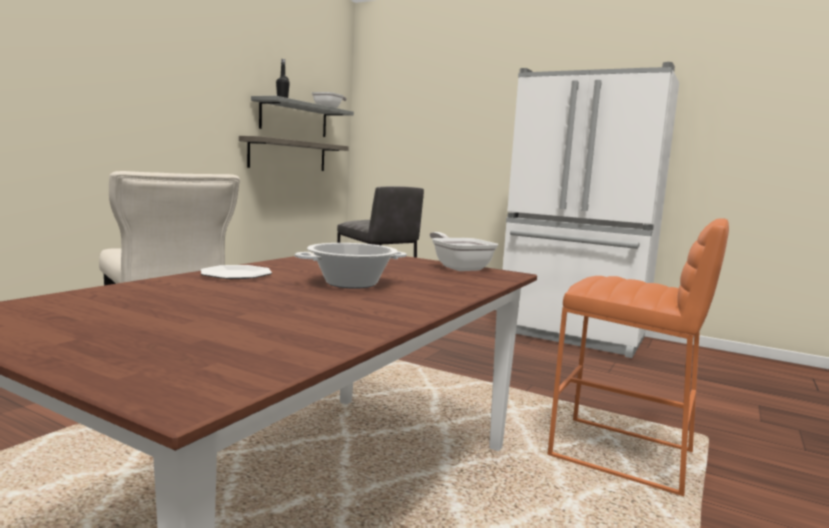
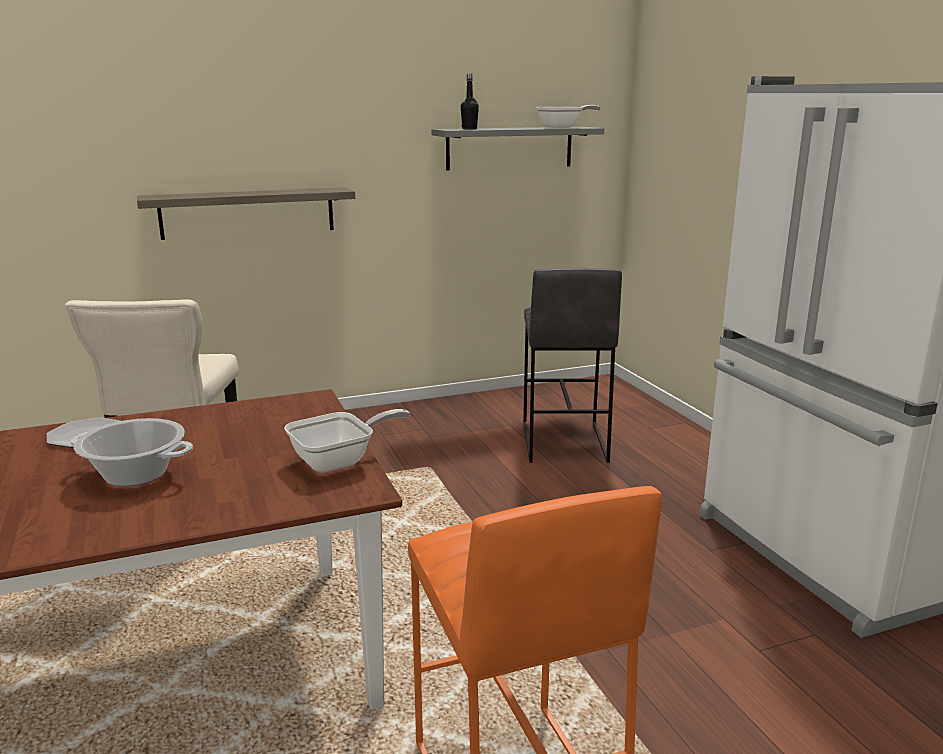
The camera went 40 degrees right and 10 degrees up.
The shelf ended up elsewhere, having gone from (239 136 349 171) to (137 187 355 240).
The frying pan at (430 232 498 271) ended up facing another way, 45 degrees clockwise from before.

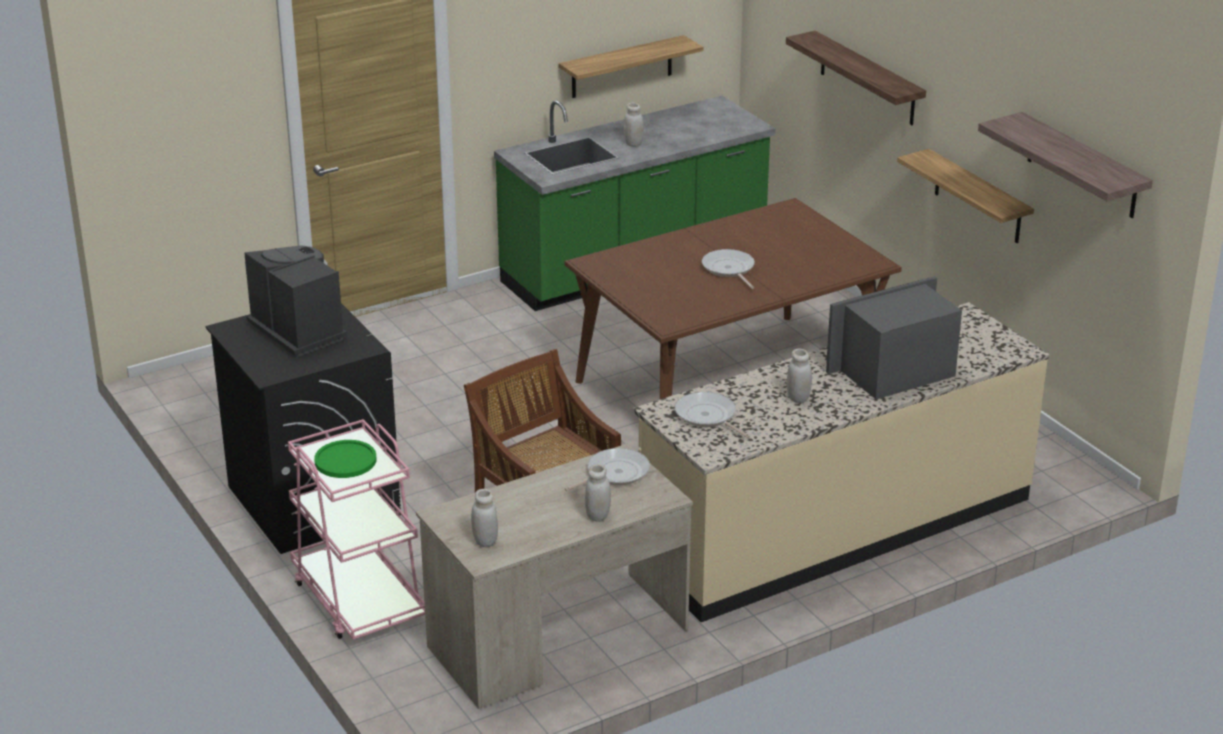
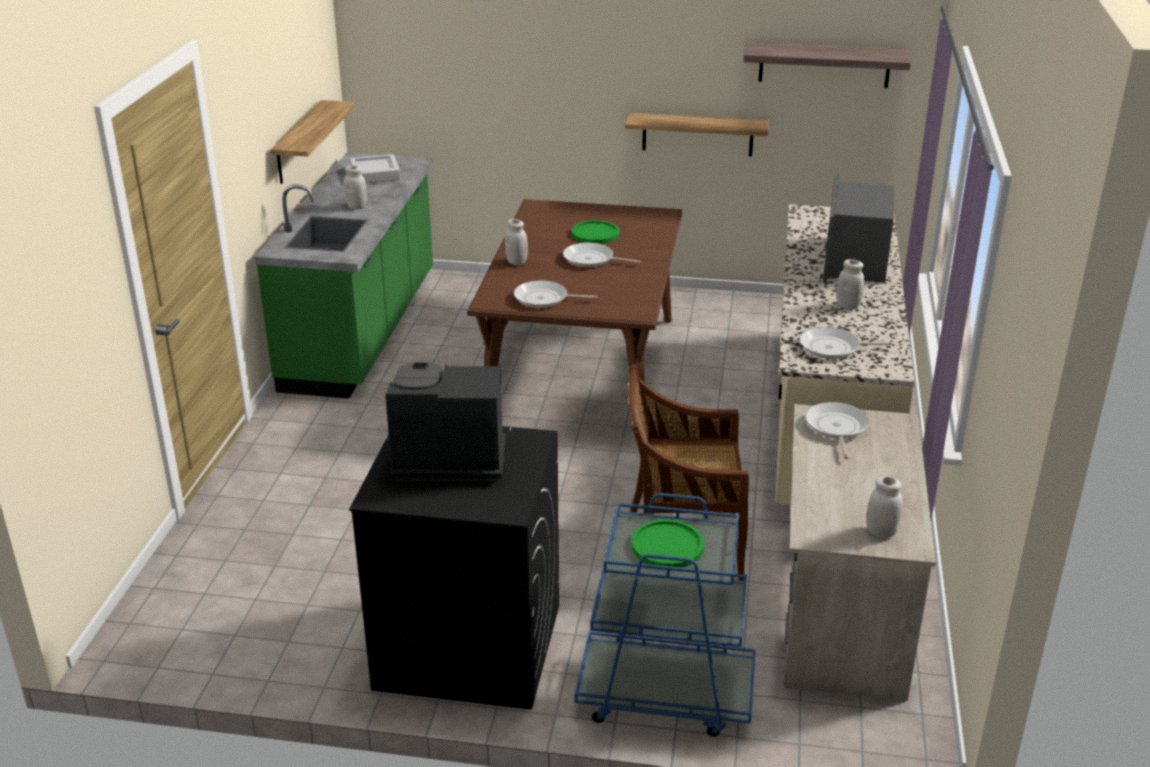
The camera went 50 degrees left and 0 degrees up.
The second view gained the tray/grey at (350 154 401 183).
The jar/white ended up elsewhere, having gone from (585 464 611 522) to (505 219 528 265).
The second view gained the frying pan at (514 280 597 308).
The second view gained the plate/green at (572 220 619 244).
What was the cart/pink at (288 419 425 640) turned into the cart/blue at (575 493 756 736).
The second view lost the shelf at (786 31 926 125).

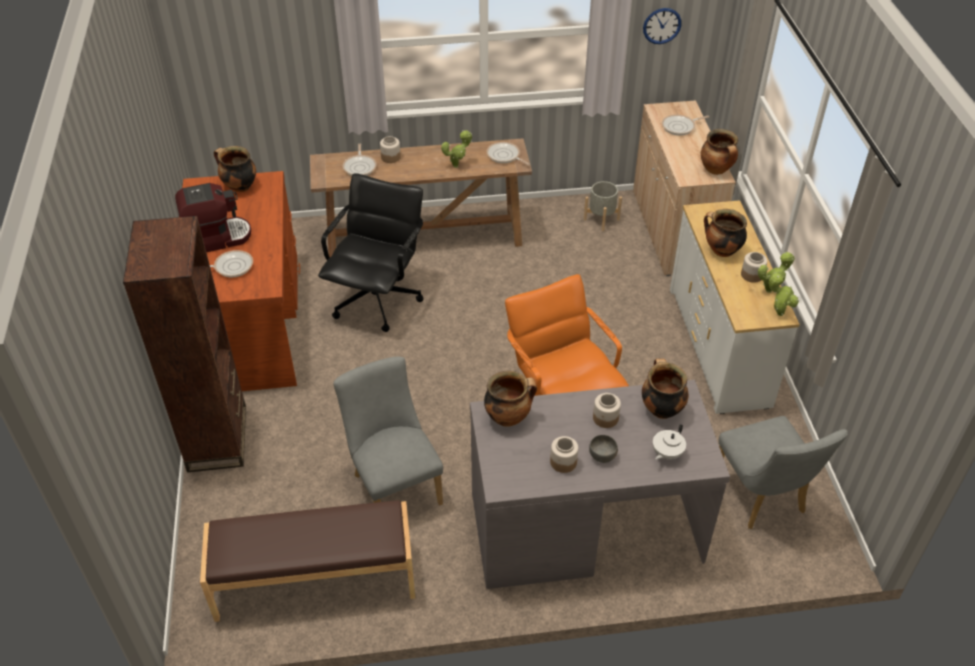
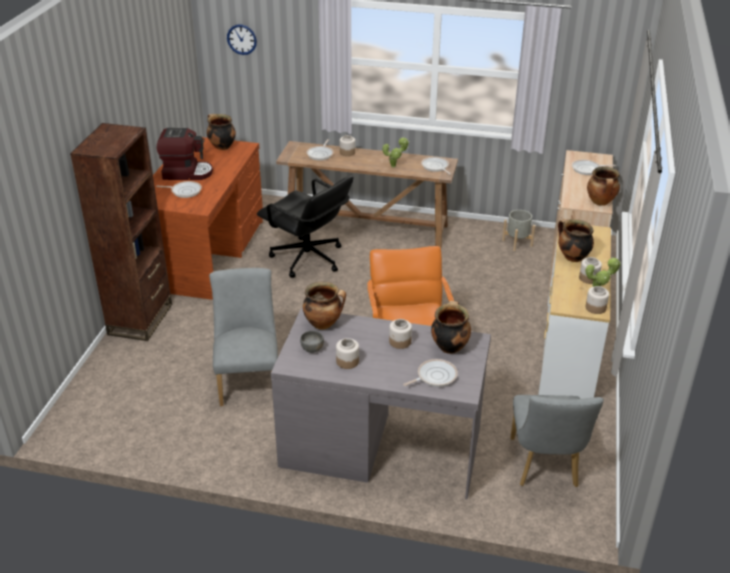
The camera went 20 degrees right and 10 degrees down.
The wall clock ended up elsewhere, having gone from (643 8 682 44) to (227 24 257 55).
The office chair/black at (318 173 424 332) ended up facing another way, 90 degrees clockwise from before.
The bowl/grey ended up elsewhere, having gone from (589 435 618 463) to (300 331 324 353).
Where the teapot/white stood at (653 424 686 460), the frying pan came to stand at (403 359 458 387).
Where the potted plant stood at (768 272 799 316), the jar came to stand at (585 286 609 314).
The second view lost the bench/brown at (200 500 415 622).

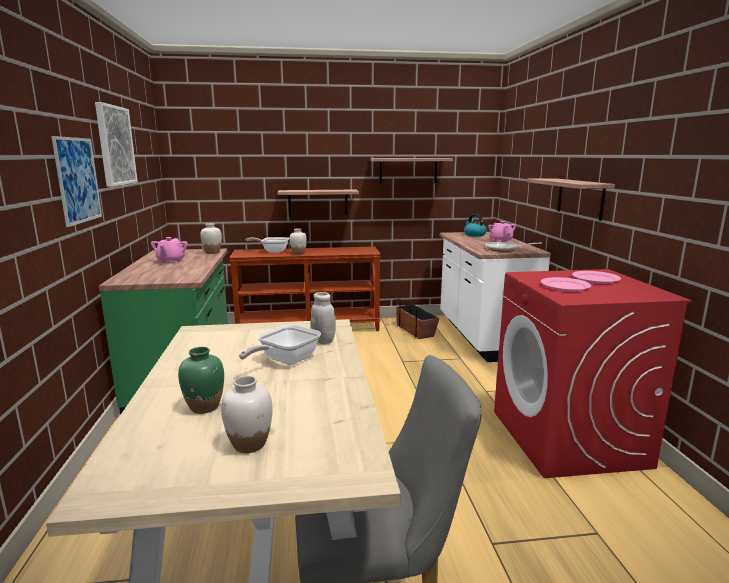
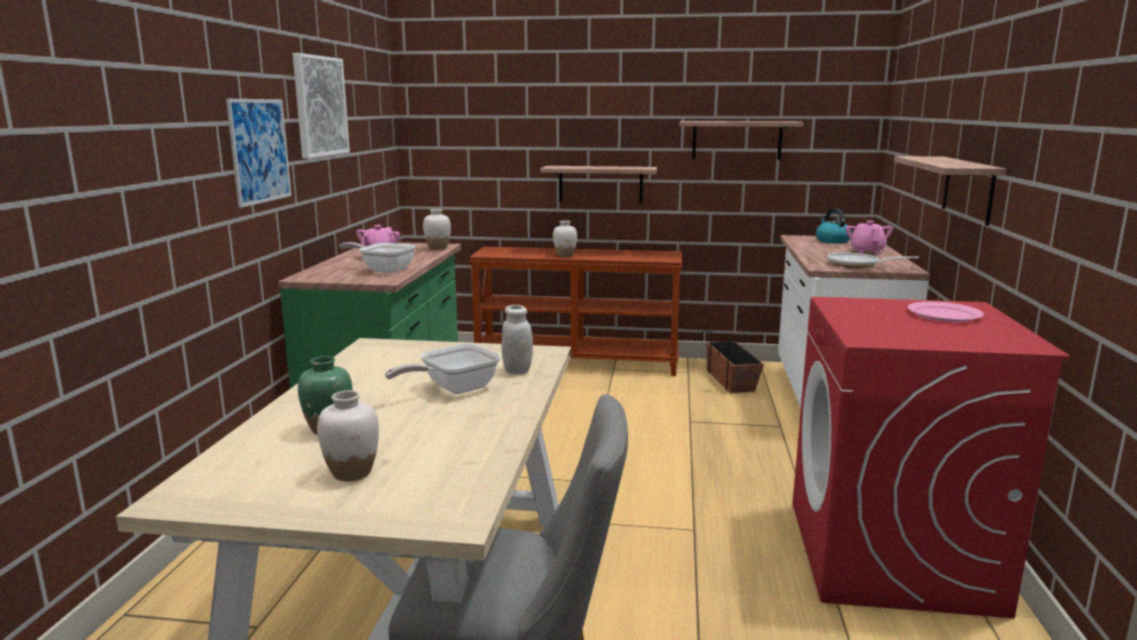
The camera went 15 degrees right and 0 degrees up.
The frying pan ended up elsewhere, having gone from (246 237 289 253) to (339 242 416 273).
The second view lost the plate/pink at (541 277 591 291).

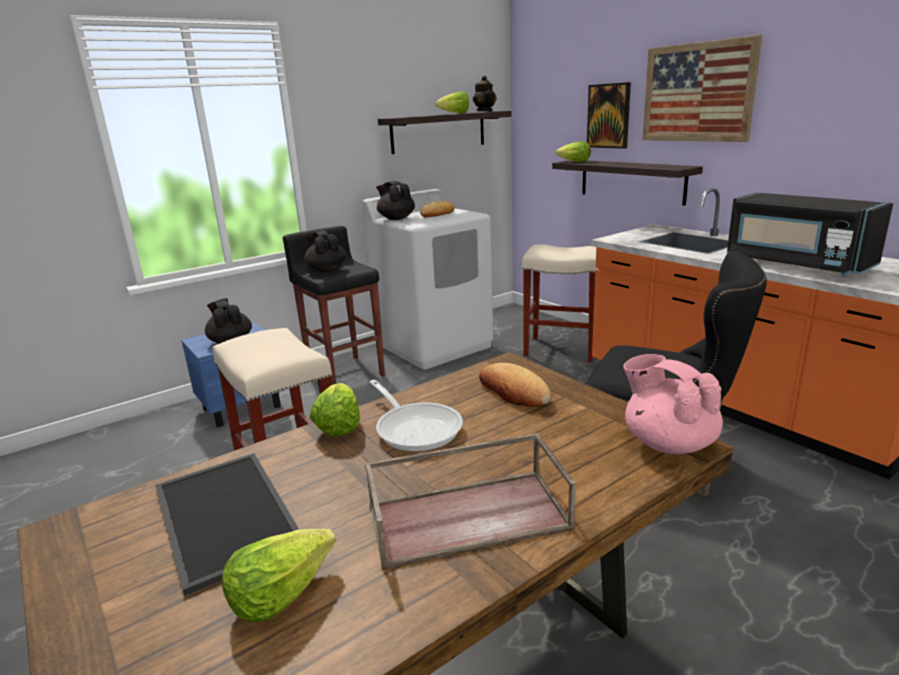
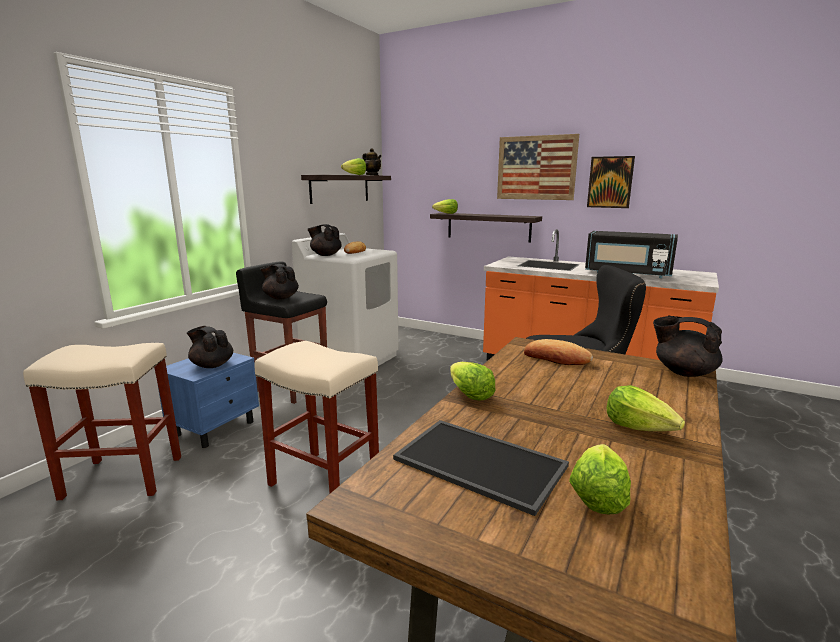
The camera went 25 degrees left and 5 degrees down.
The stool/beige ended up elsewhere, having gone from (522 245 598 362) to (23 343 181 500).
The picture ended up elsewhere, having gone from (587 82 631 149) to (587 156 635 208).
Where the tray/brown stood at (365 433 576 570), the lettuce came to stand at (606 385 685 431).
What was the teapot/pink at (623 354 723 454) turned into the teapot/black at (653 316 723 377).
The second view lost the frying pan at (370 380 463 452).

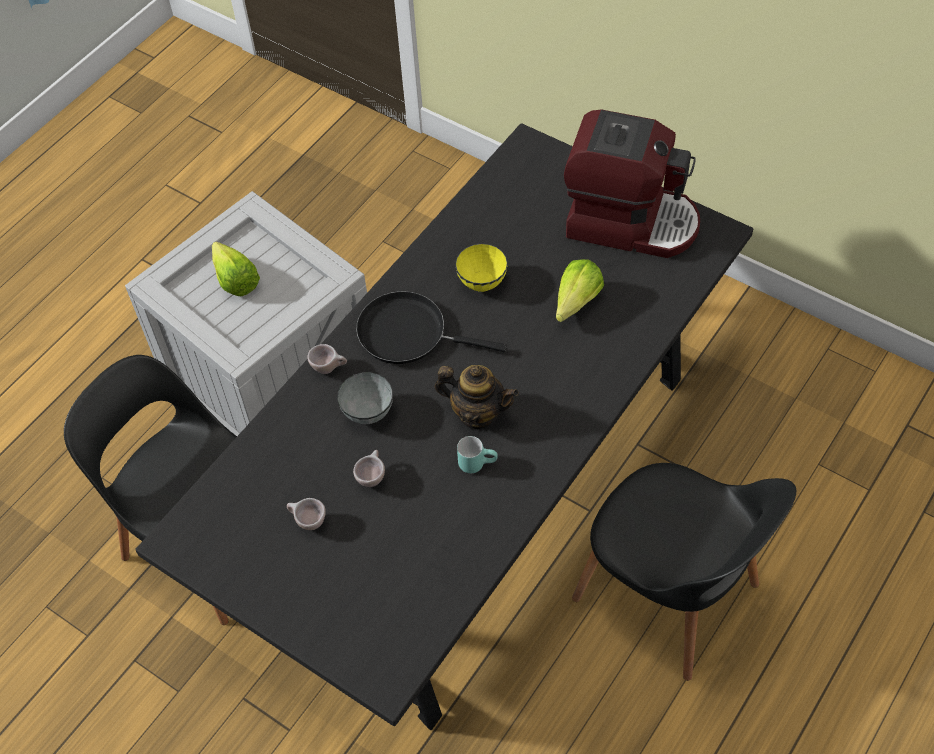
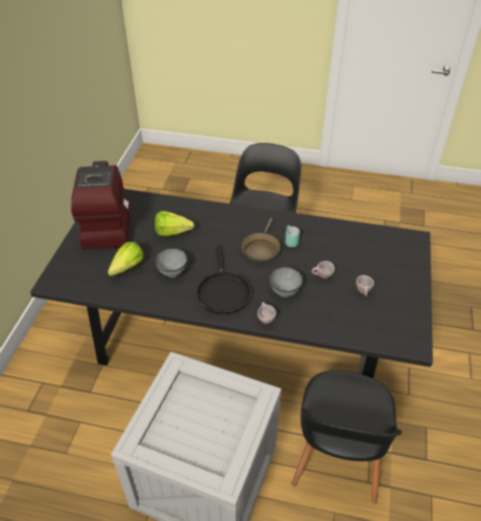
The camera went 115 degrees left and 10 degrees down.
The lettuce ended up elsewhere, having gone from (212 242 260 296) to (108 242 144 276).
What was the bowl/yellow at (455 243 508 292) turned into the bowl/grey at (155 248 187 277).
Where the teapot stood at (435 365 519 429), the frying pan/brown came to stand at (241 218 281 262).

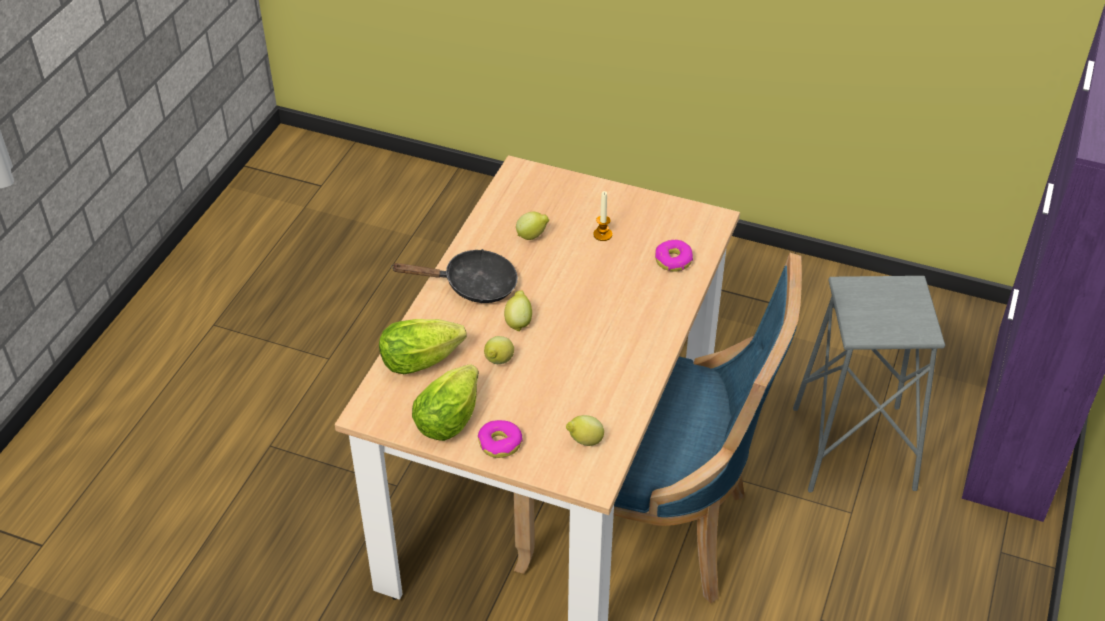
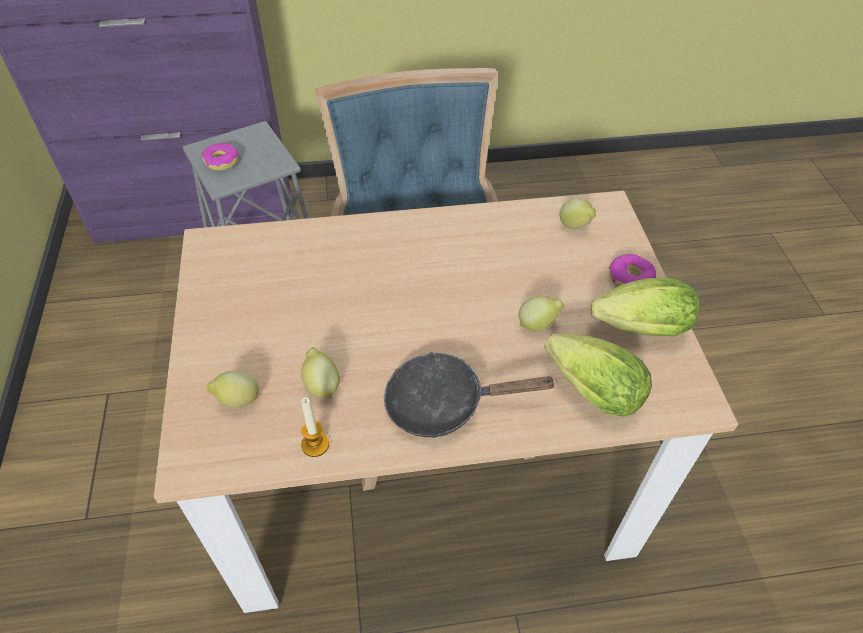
The camera went 120 degrees left and 5 degrees up.
The donut ended up elsewhere, having gone from (655 240 693 271) to (202 143 239 171).
The lemon ended up elsewhere, having gone from (504 290 532 332) to (206 370 259 408).
The candle ended up elsewhere, having gone from (593 191 612 241) to (301 397 329 457).
The frying pan/black at (391 249 518 303) ended up facing another way, 60 degrees counterclockwise from before.

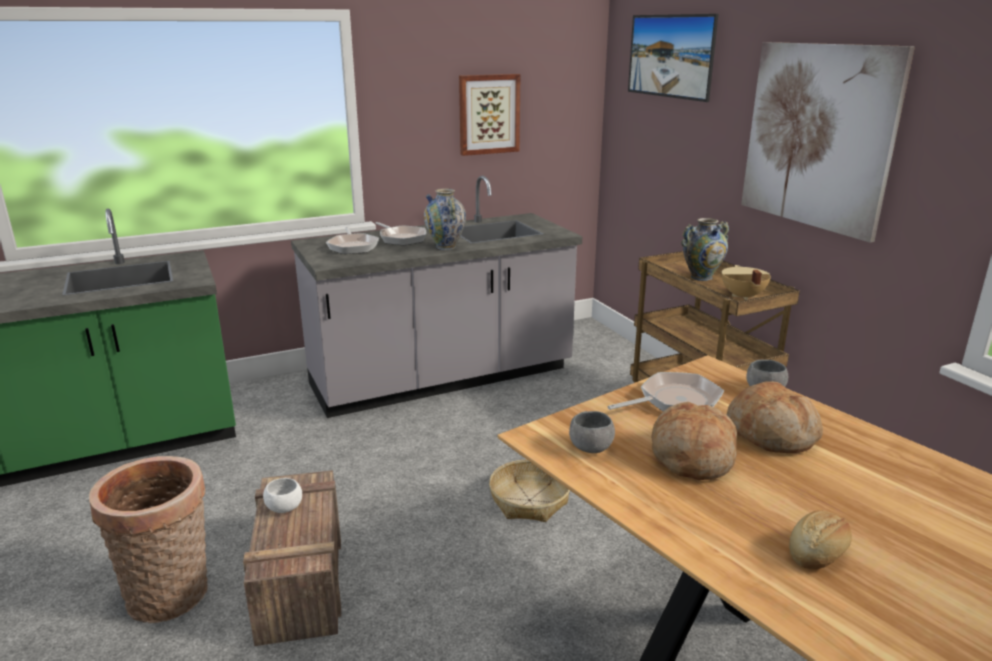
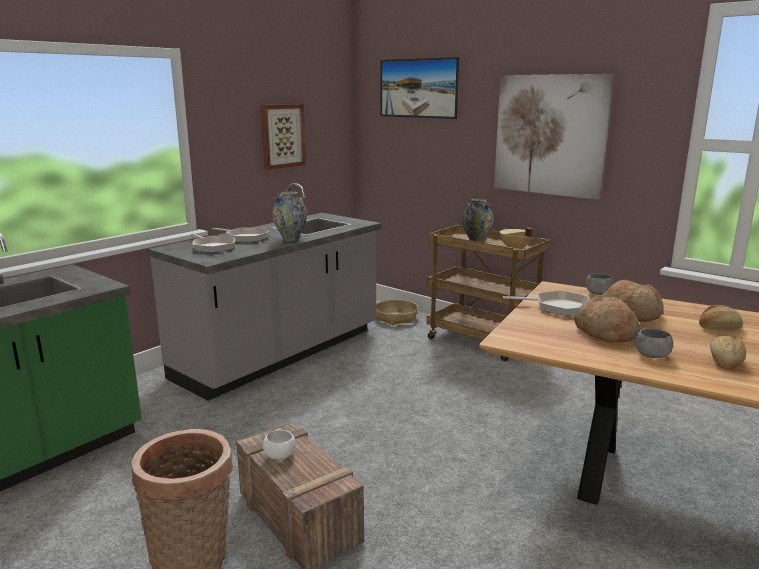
The camera went 25 degrees left and 5 degrees down.
The basket ended up elsewhere, having gone from (489 459 570 522) to (376 299 418 325).
The frying pan at (607 372 724 412) ended up facing another way, 60 degrees clockwise from before.
The bowl/grey ended up elsewhere, having gone from (569 411 615 453) to (635 328 673 358).
The second view gained the bread at (699 305 743 329).

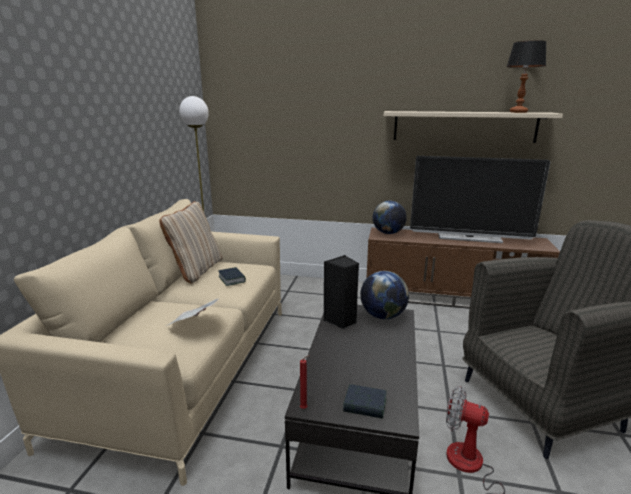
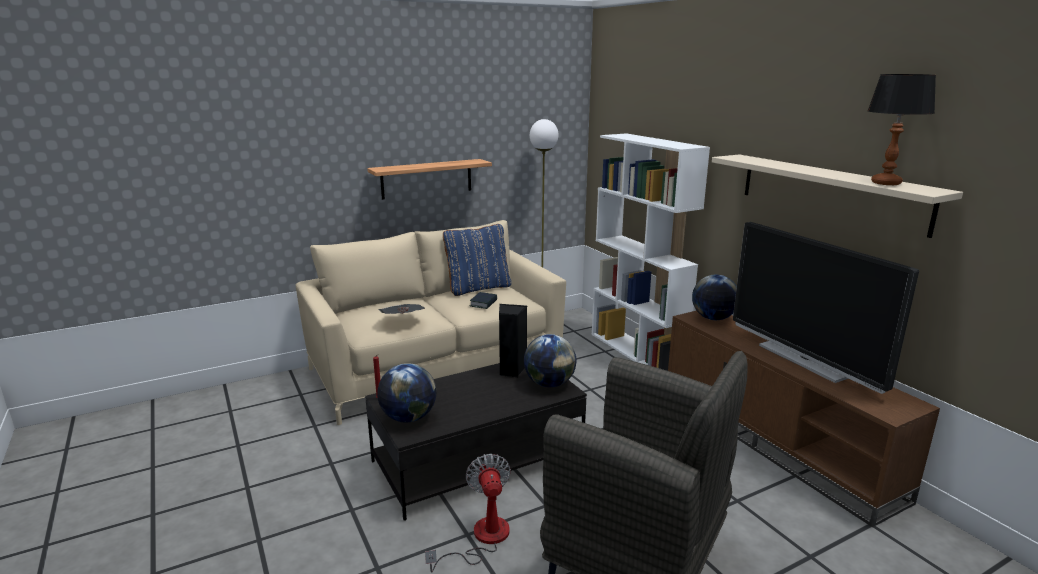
The camera went 50 degrees right and 0 degrees up.
The second view gained the shelf at (367 159 492 200).
Where the book stood at (343 384 387 419), the globe came to stand at (377 363 436 423).
What was the pillow/beige at (159 201 223 284) turned into the pillow/blue at (443 224 512 296).
The second view gained the bookcase/white at (592 133 710 371).

